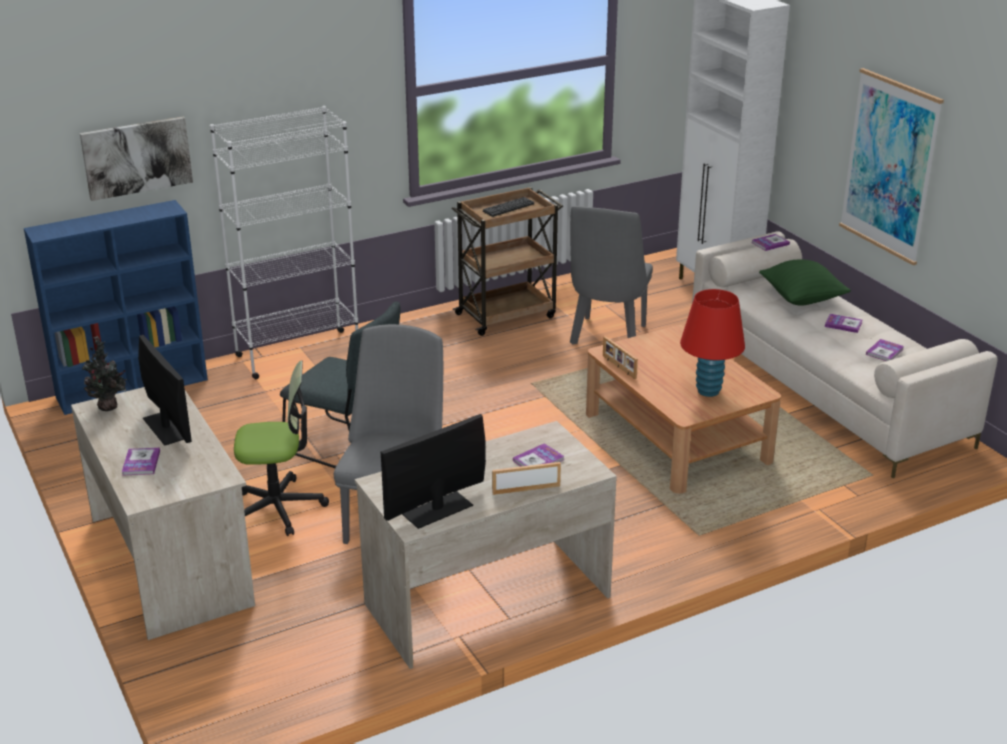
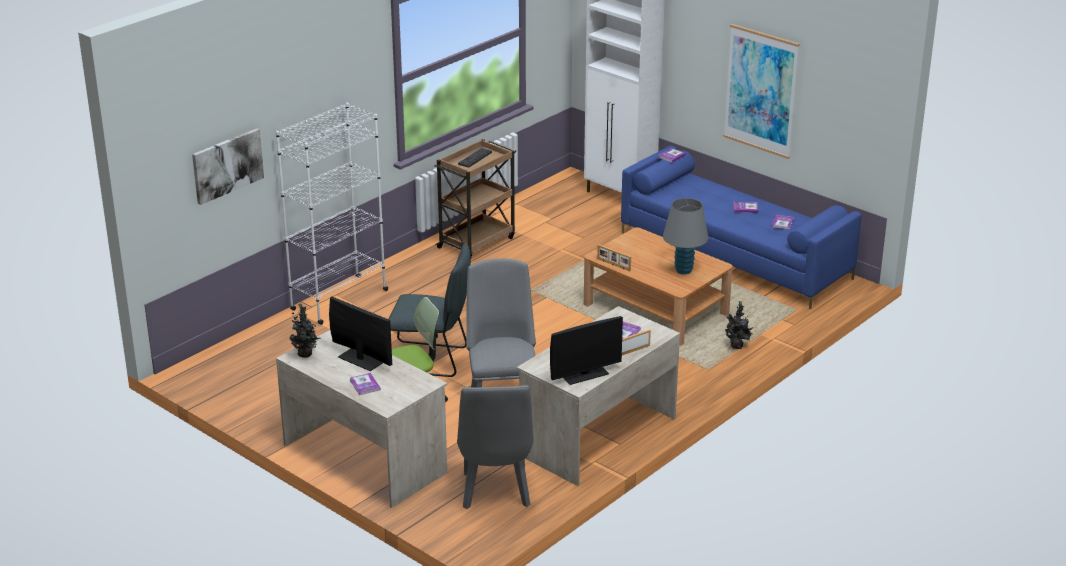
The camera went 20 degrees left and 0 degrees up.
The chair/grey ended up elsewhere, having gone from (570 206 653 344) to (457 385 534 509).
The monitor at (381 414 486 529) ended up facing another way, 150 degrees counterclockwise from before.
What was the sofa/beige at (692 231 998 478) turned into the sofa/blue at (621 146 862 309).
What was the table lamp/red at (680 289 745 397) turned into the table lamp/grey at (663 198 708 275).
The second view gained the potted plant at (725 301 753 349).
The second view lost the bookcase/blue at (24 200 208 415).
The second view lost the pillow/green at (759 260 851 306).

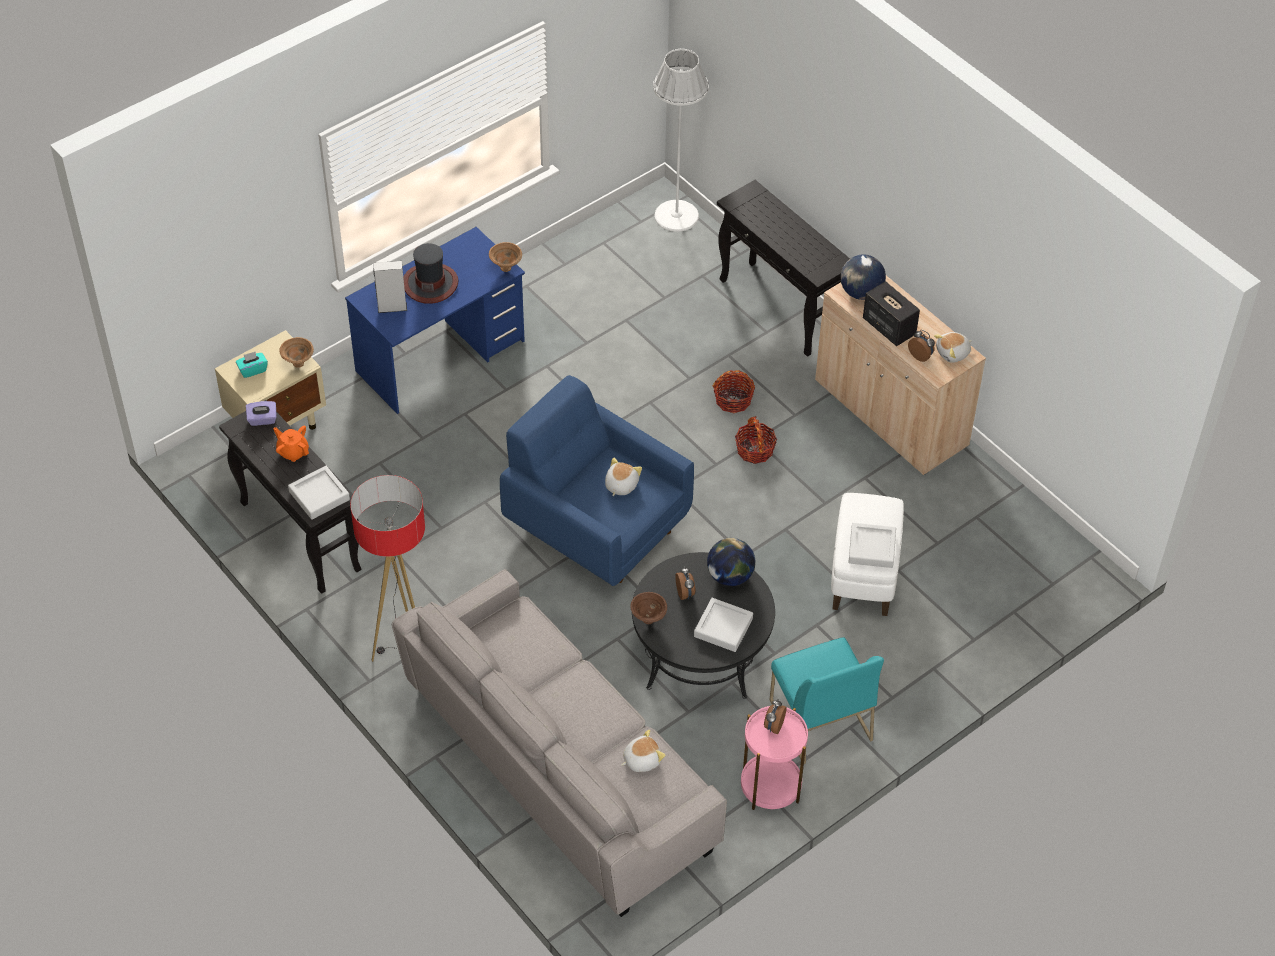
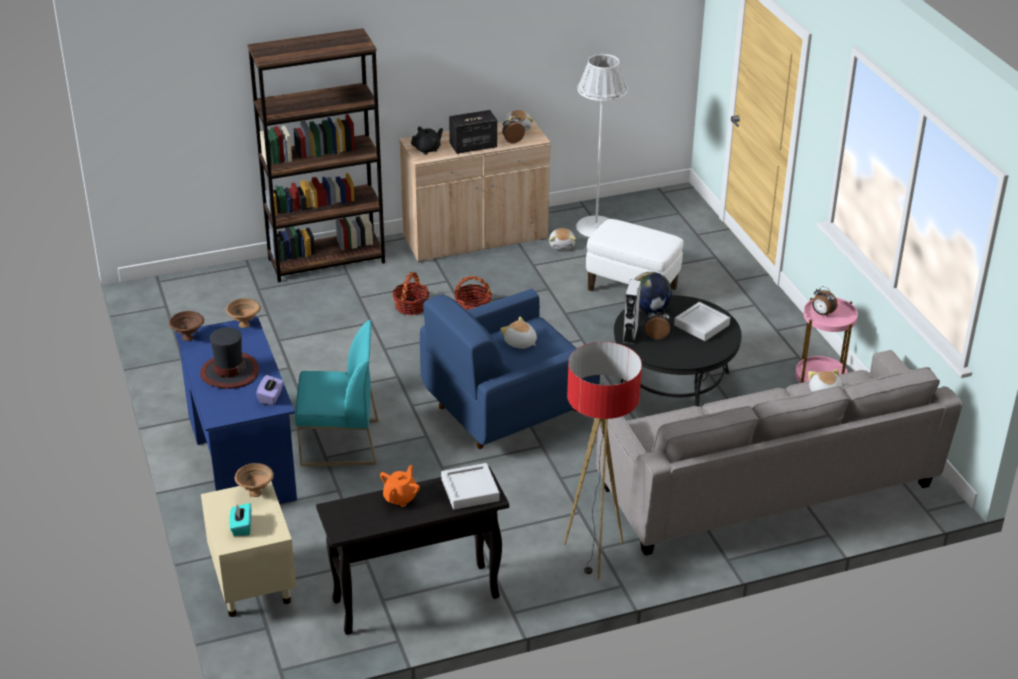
The camera went 70 degrees left and 15 degrees down.
The bowl/brown ended up elsewhere, having gone from (630 592 667 624) to (169 311 204 341).
Where the console table/black stood at (717 180 850 357), the bookcase/brown came to stand at (247 28 385 283).
The tissue box/purple ended up elsewhere, having gone from (246 401 277 426) to (256 375 283 405).
The chair/turquoise ended up elsewhere, having gone from (769 637 884 764) to (295 320 379 466).
The teapot/orange at (273 426 309 462) ended up facing another way, 150 degrees clockwise from before.
Where the globe stood at (841 254 886 300), the teapot/black came to stand at (411 127 443 155).
The second view gained the plush toy at (549 228 576 250).
The floor lamp/white ended up elsewhere, having gone from (653 49 709 232) to (576 54 628 237).
The speaker/grey ended up elsewhere, having gone from (373 261 407 313) to (623 279 641 344).
The second view lost the tray/grey at (849 523 896 568).

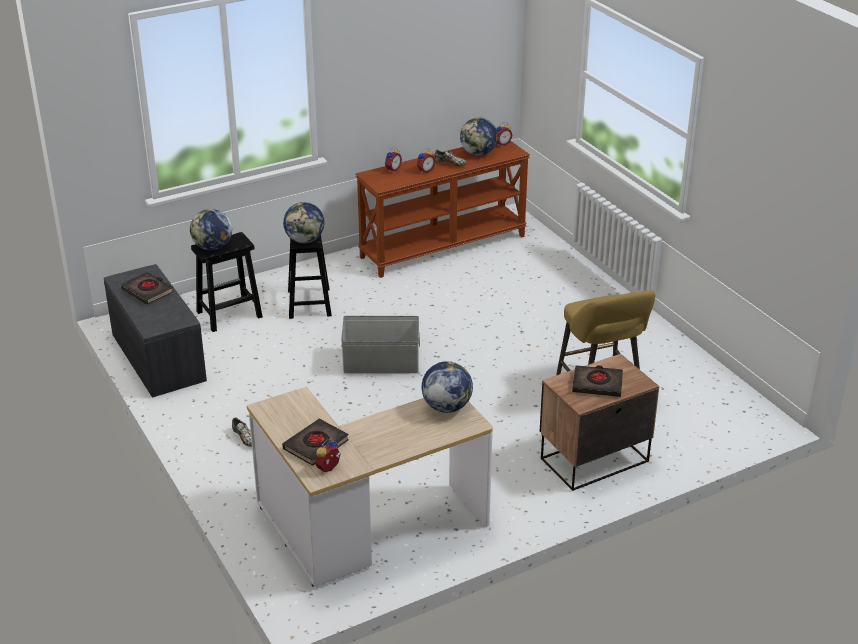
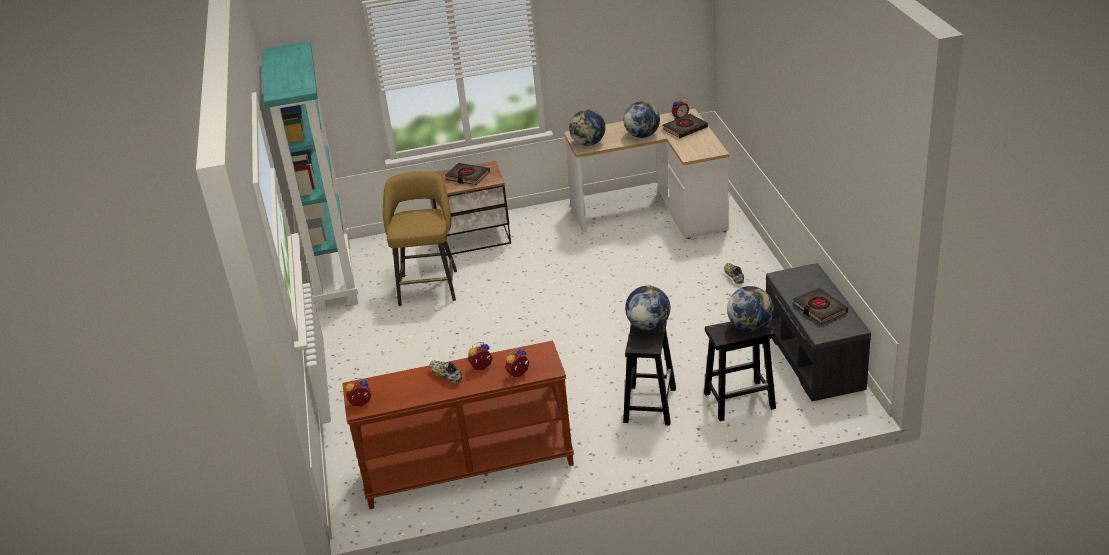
The camera went 160 degrees left and 0 degrees up.
The second view gained the bookcase/turquoise at (262 41 358 312).
The globe ended up elsewhere, having gone from (460 117 498 156) to (624 102 660 138).
The second view lost the storage box/grey at (341 316 420 373).

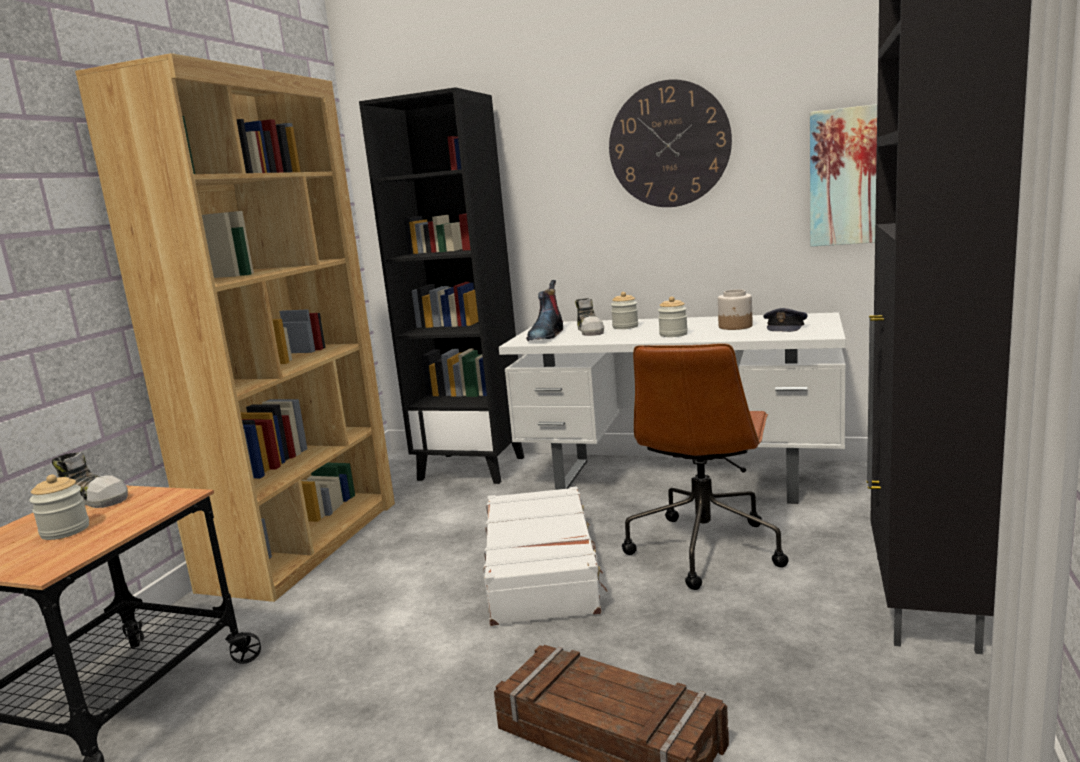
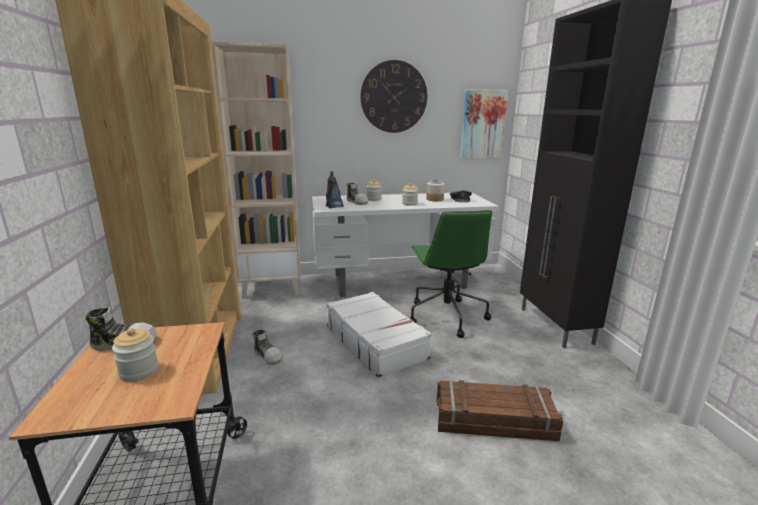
The camera went 30 degrees left and 5 degrees up.
What was the bookcase/black at (359 87 524 484) turned into the bookcase/beige at (211 41 300 299).
The second view gained the shoe at (253 330 283 365).
What was the office chair/brown at (622 343 789 590) turned into the office chair/green at (410 210 492 338).

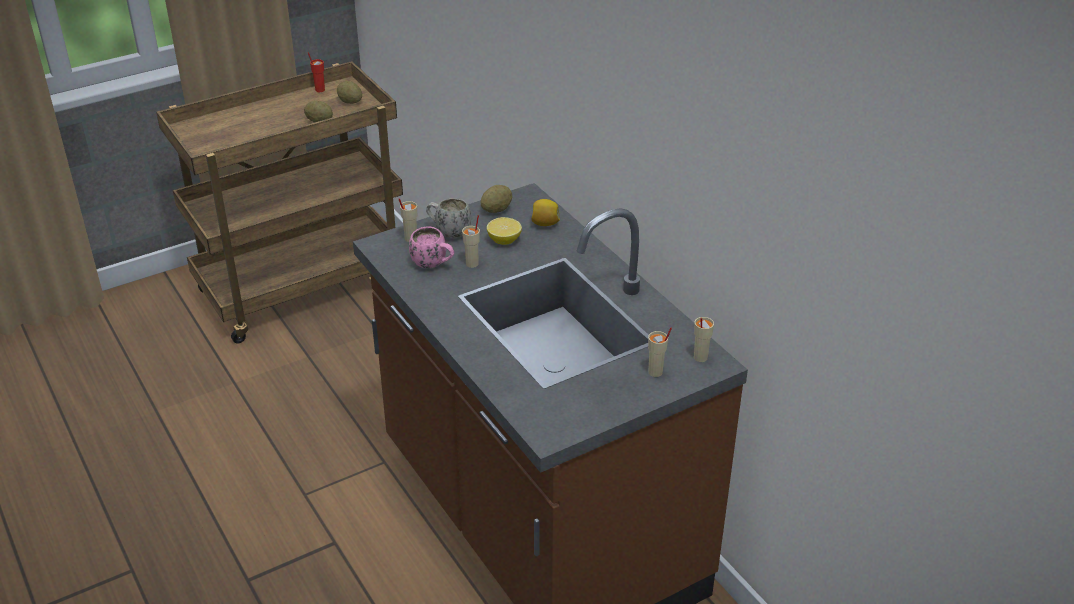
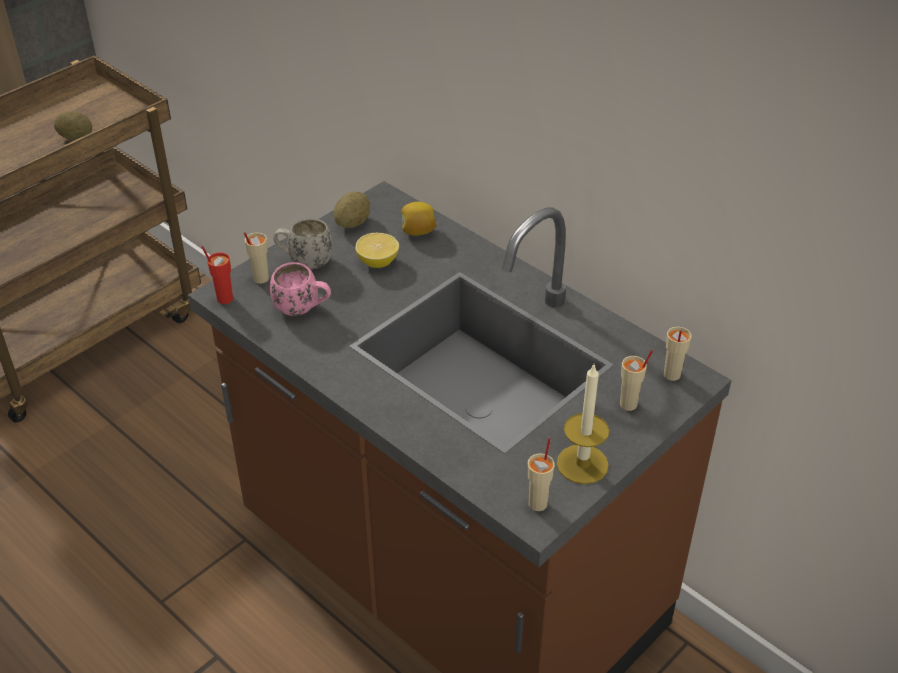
The camera went 15 degrees left and 5 degrees up.
The cup/red ended up elsewhere, having gone from (308 52 325 92) to (201 246 233 304).
The cup/beige ended up elsewhere, having gone from (462 215 480 268) to (528 438 555 511).
The second view gained the candle at (557 365 609 484).
The second view lost the potato at (337 81 362 104).

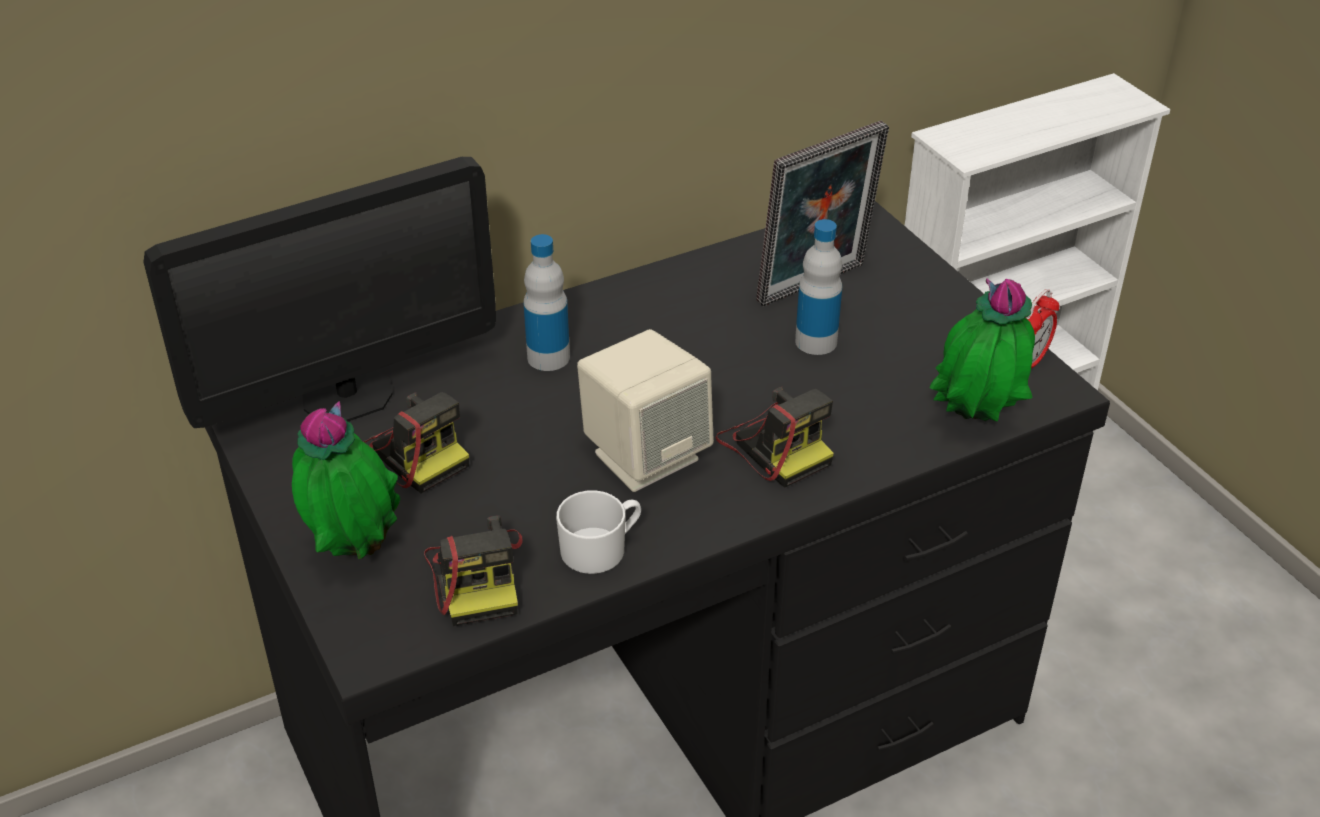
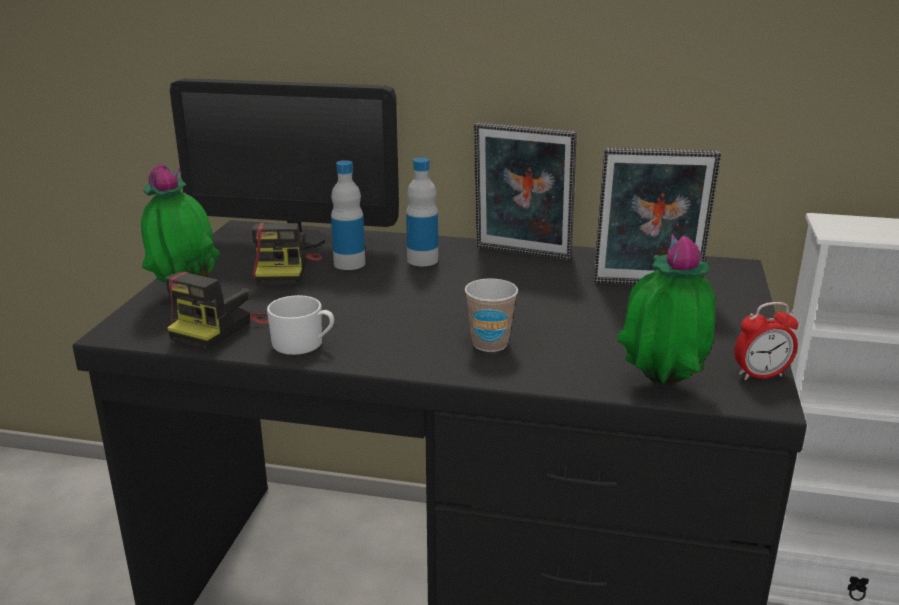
The camera went 40 degrees right and 15 degrees down.
The bottle ended up elsewhere, having gone from (795 219 842 355) to (331 160 365 270).
Where the photo camera stood at (716 387 834 488), the cup came to stand at (465 278 518 352).
The second view gained the picture frame at (474 122 577 260).
The second view lost the speaker/beige at (577 329 714 492).

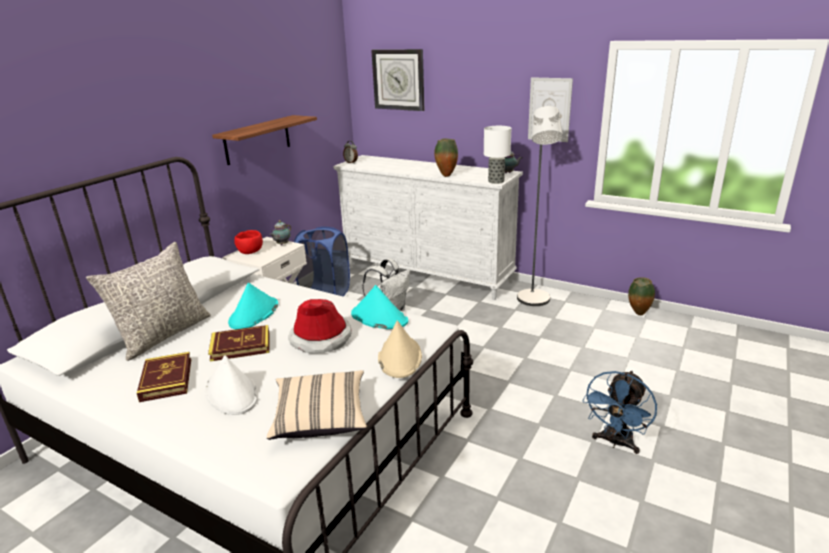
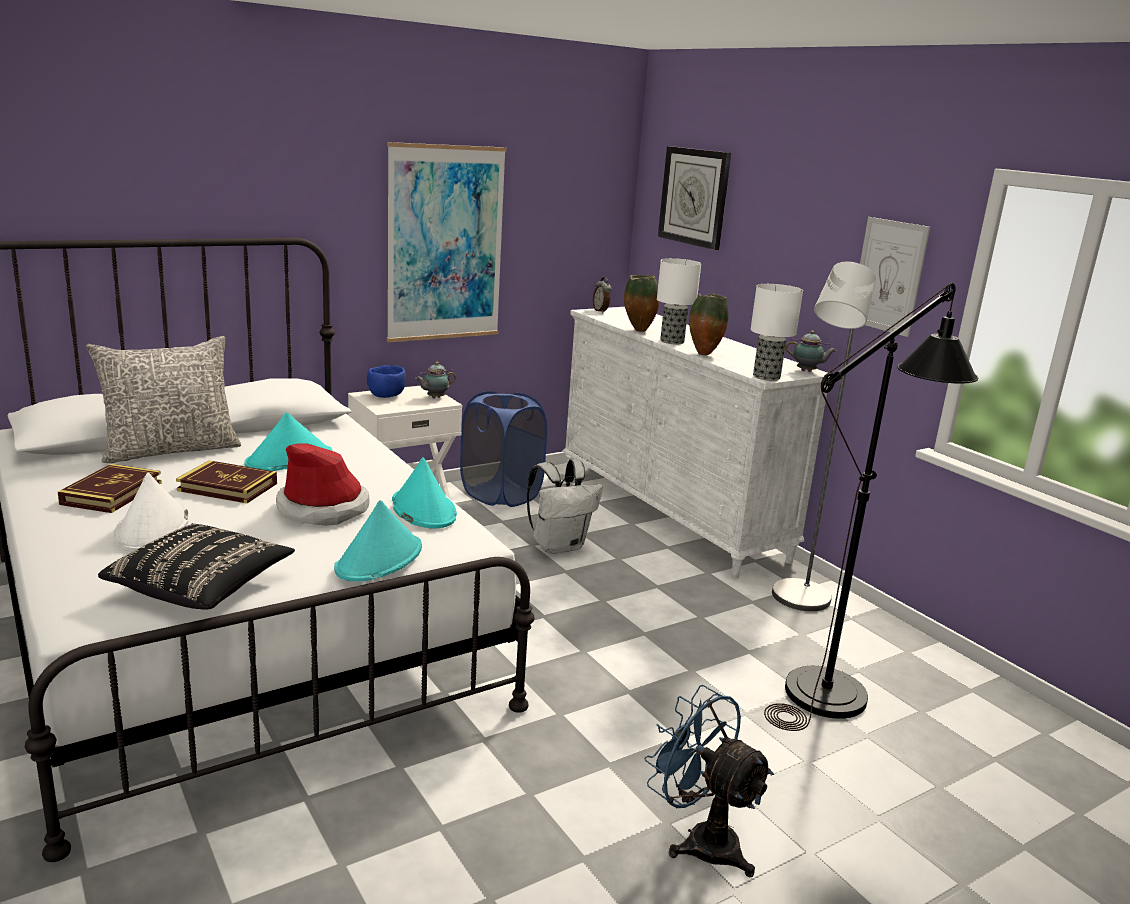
The camera went 25 degrees right and 5 degrees down.
What was the pillow/beige at (267 370 367 440) turned into the pillow/black at (98 523 295 610).
What was the hat/beige at (378 321 422 378) turned into the hat/turquoise at (334 500 422 582).
What was the bowl/red at (234 230 263 254) turned into the bowl/blue at (367 365 406 398).
Where the shelf hung at (212 115 317 165), the picture came to hang at (387 142 507 342).
The vase ended up elsewhere, having gone from (628 277 655 315) to (624 275 659 332).
The fan/blue at (582 371 657 454) ended up facing another way, 75 degrees clockwise from before.
The second view gained the table lamp at (657 258 701 344).
The second view gained the floor lamp/black at (764 283 978 731).

